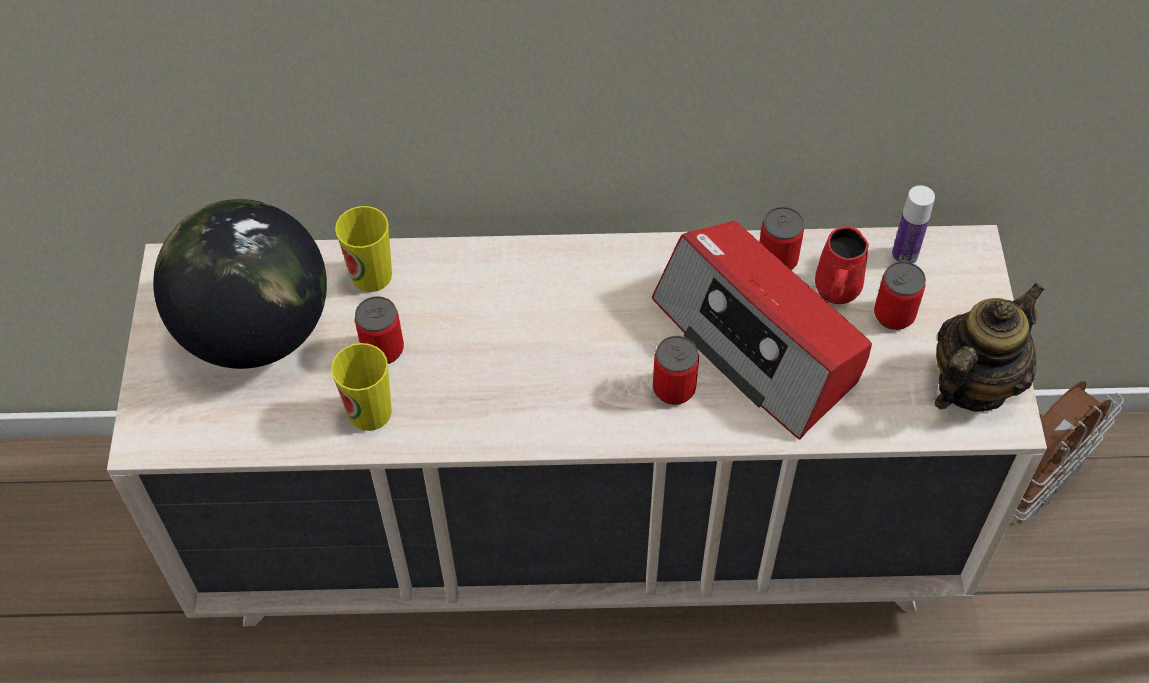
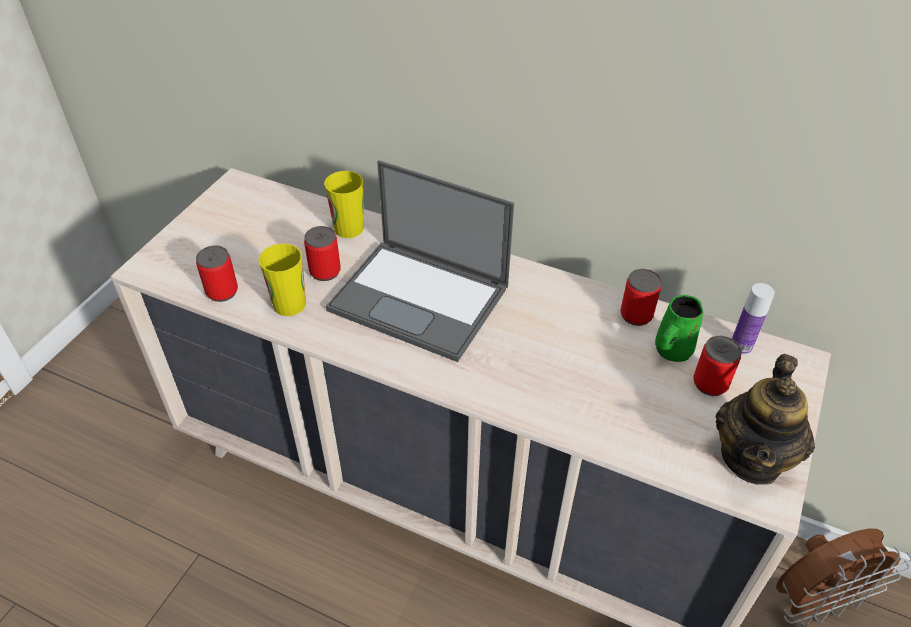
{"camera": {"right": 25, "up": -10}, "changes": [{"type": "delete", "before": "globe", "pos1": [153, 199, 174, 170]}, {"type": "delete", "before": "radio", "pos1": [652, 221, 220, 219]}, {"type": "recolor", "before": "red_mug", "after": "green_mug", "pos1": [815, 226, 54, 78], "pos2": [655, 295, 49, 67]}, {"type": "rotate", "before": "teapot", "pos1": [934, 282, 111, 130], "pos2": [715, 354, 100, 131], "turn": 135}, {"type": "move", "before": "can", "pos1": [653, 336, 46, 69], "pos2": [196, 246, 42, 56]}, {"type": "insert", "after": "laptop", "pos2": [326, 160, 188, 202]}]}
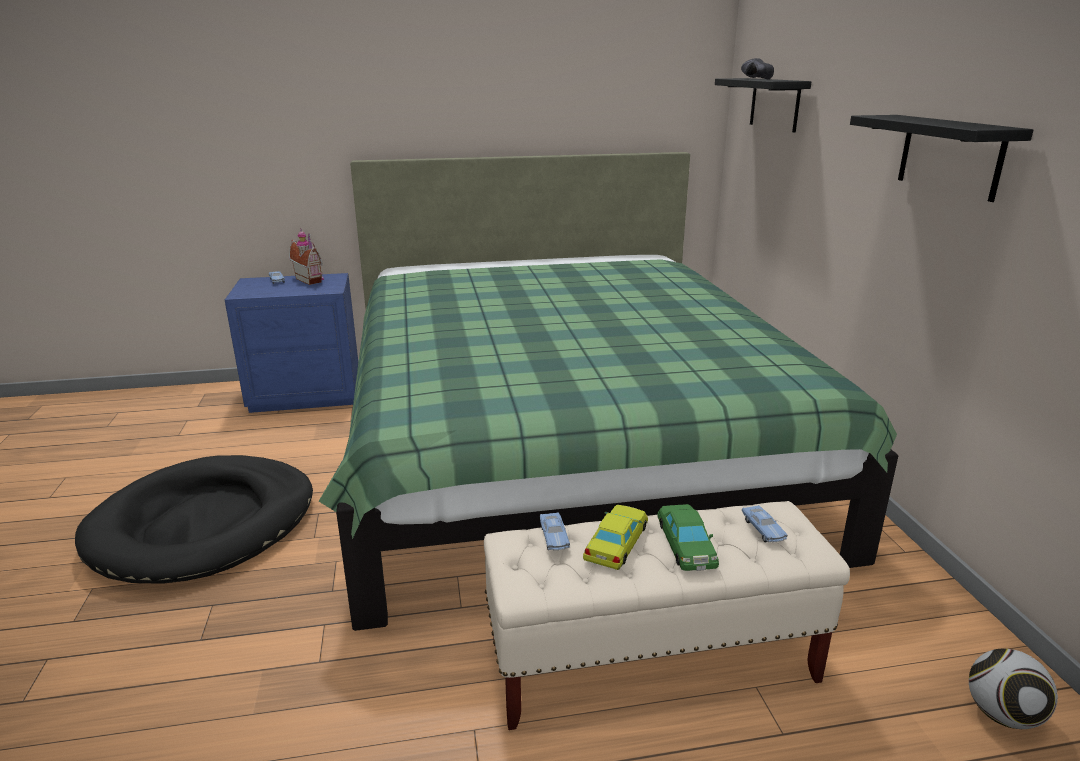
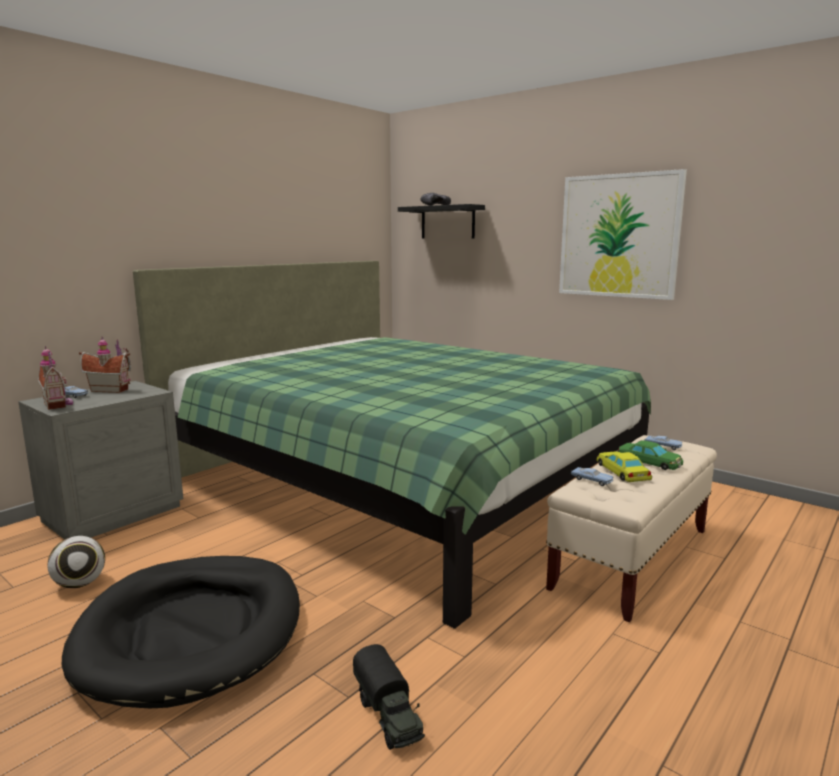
{"camera": {"right": -40, "up": -10}, "changes": [{"type": "replace", "before": "black_shelf", "after": "picture", "pos1": [850, 115, 183, 87], "pos2": [559, 169, 128, 131]}, {"type": "recolor", "before": "blue_nightstand", "after": "grey_nightstand", "pos1": [225, 273, 133, 140], "pos2": [18, 381, 165, 159]}, {"type": "move", "before": "football", "pos1": [969, 648, 89, 81], "pos2": [47, 536, 58, 52]}, {"type": "insert", "after": "toy_house", "pos2": [38, 346, 35, 64]}, {"type": "insert", "after": "toy_truck", "pos2": [353, 644, 72, 106]}]}
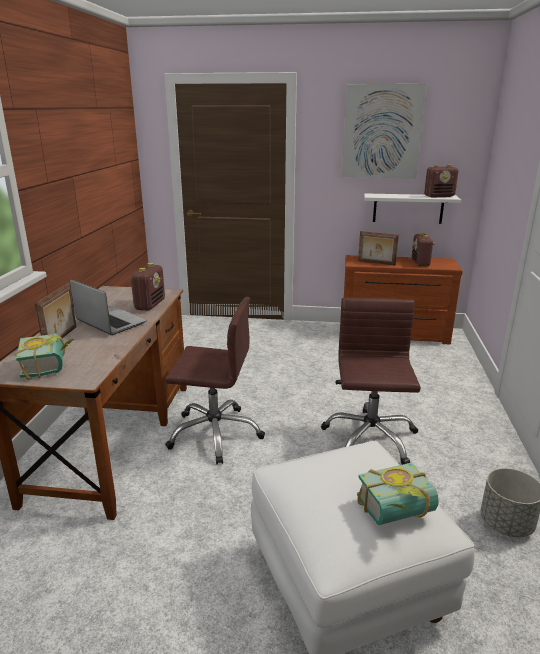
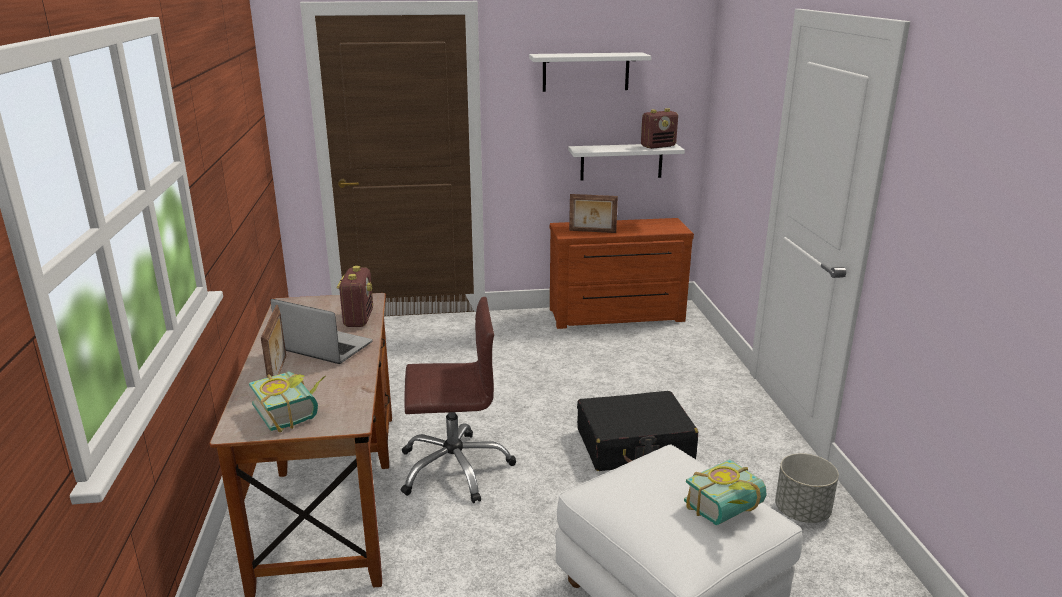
{"camera": {"right": -15, "up": 0}, "changes": [{"type": "replace", "before": "picture", "after": "white_shelf", "pos1": [342, 84, 84, 94], "pos2": [529, 52, 122, 40]}, {"type": "delete", "before": "radio", "pos1": [412, 232, 23, 34]}, {"type": "replace", "before": "brown_office_chair", "after": "black_suitcase", "pos1": [321, 298, 100, 167], "pos2": [577, 391, 121, 80]}]}
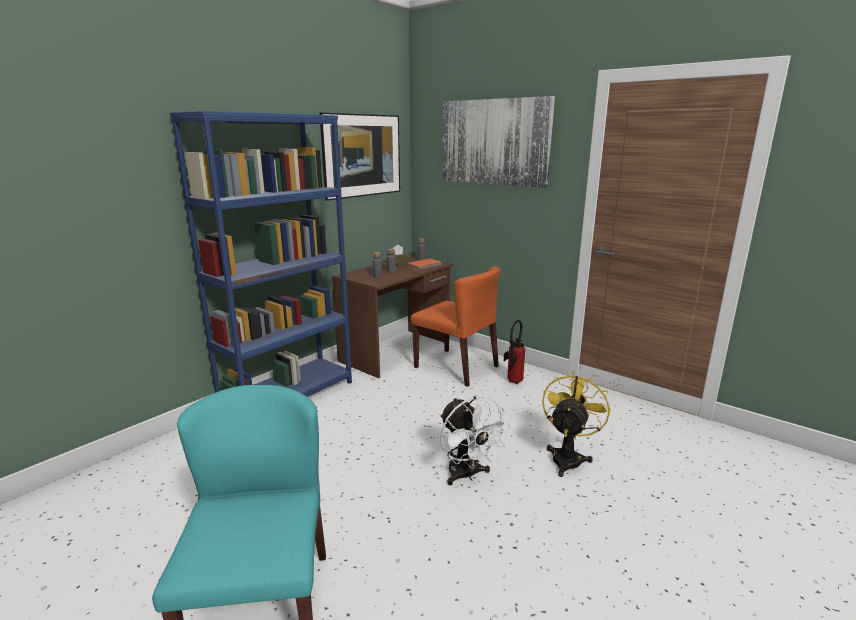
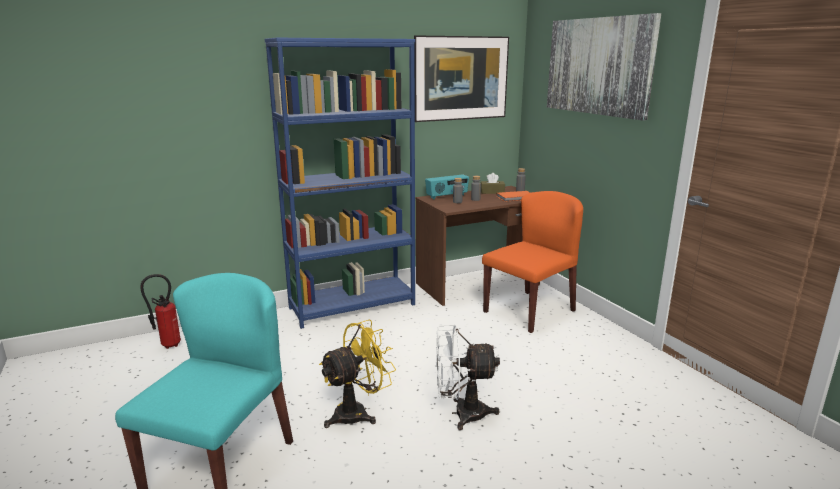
{"camera": {"right": 25, "up": 0}, "changes": [{"type": "rotate", "before": "orange_chair", "pos1": [411, 266, 89, 121], "pos2": [482, 191, 101, 142], "turn": -105}, {"type": "move", "before": "fire_extinguisher", "pos1": [504, 320, 21, 64], "pos2": [140, 274, 41, 75]}, {"type": "move", "before": "yellow_fan", "pos1": [542, 371, 69, 106], "pos2": [319, 319, 77, 109]}, {"type": "rotate", "before": "white_fan", "pos1": [440, 396, 71, 89], "pos2": [436, 325, 64, 105], "turn": 90}, {"type": "insert", "after": "radio", "pos2": [425, 174, 44, 25]}]}
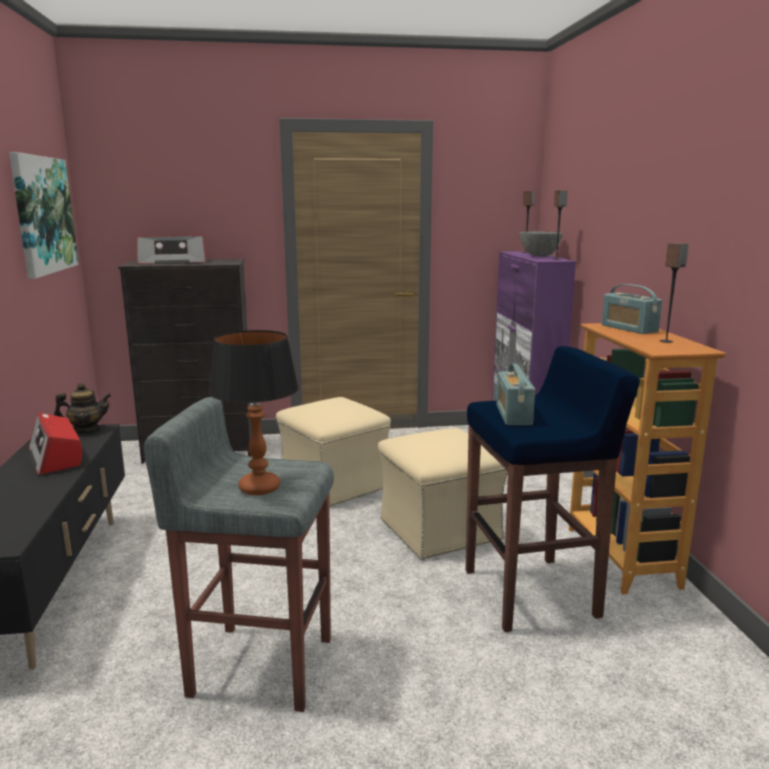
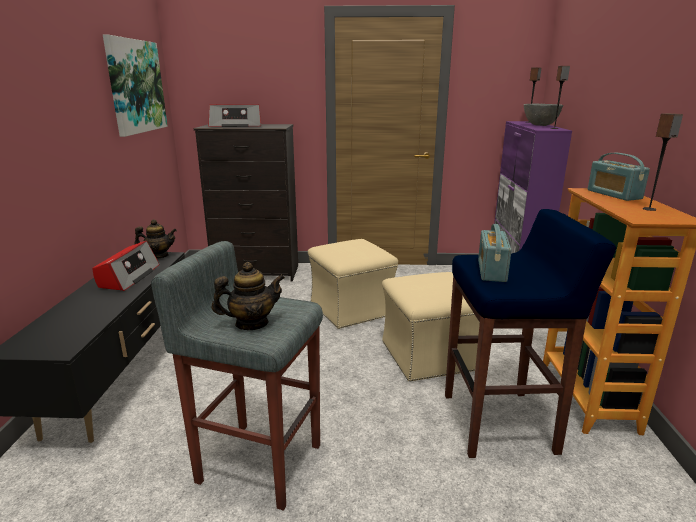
{"camera": {"right": 10, "up": 5}, "changes": [{"type": "replace", "before": "table_lamp", "after": "teapot", "pos1": [209, 330, 90, 165], "pos2": [212, 262, 73, 68]}, {"type": "rotate", "before": "radio", "pos1": [29, 413, 53, 62], "pos2": [92, 241, 68, 50], "turn": -150}]}
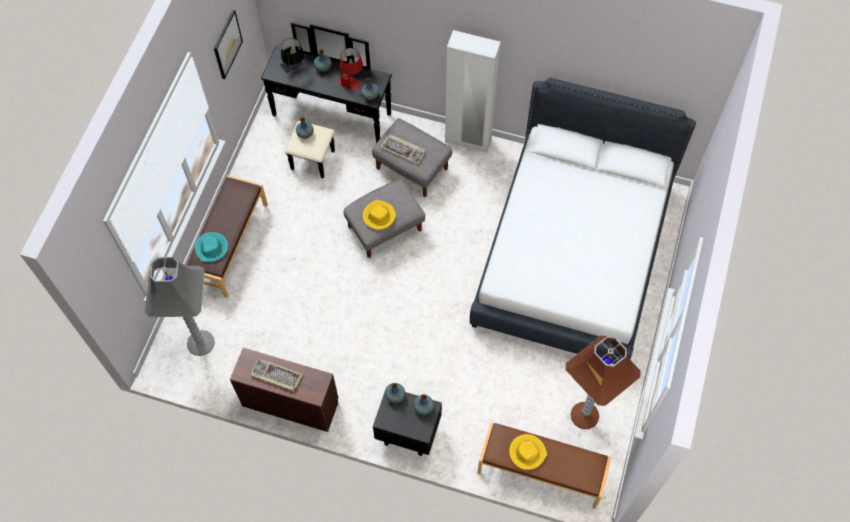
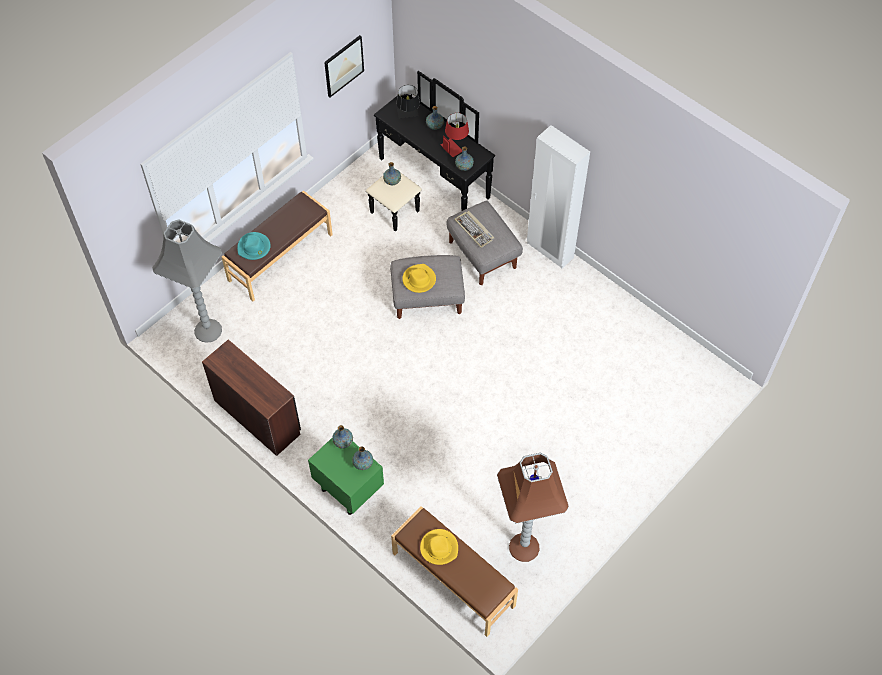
{"camera": {"right": 25, "up": -5}, "changes": [{"type": "delete", "before": "white_bed", "pos1": [470, 78, 226, 286]}, {"type": "delete", "before": "keyboard", "pos1": [251, 359, 51, 32]}, {"type": "recolor", "before": "black_nightstand", "after": "green_nightstand", "pos1": [373, 387, 69, 69], "pos2": [308, 438, 76, 77]}]}
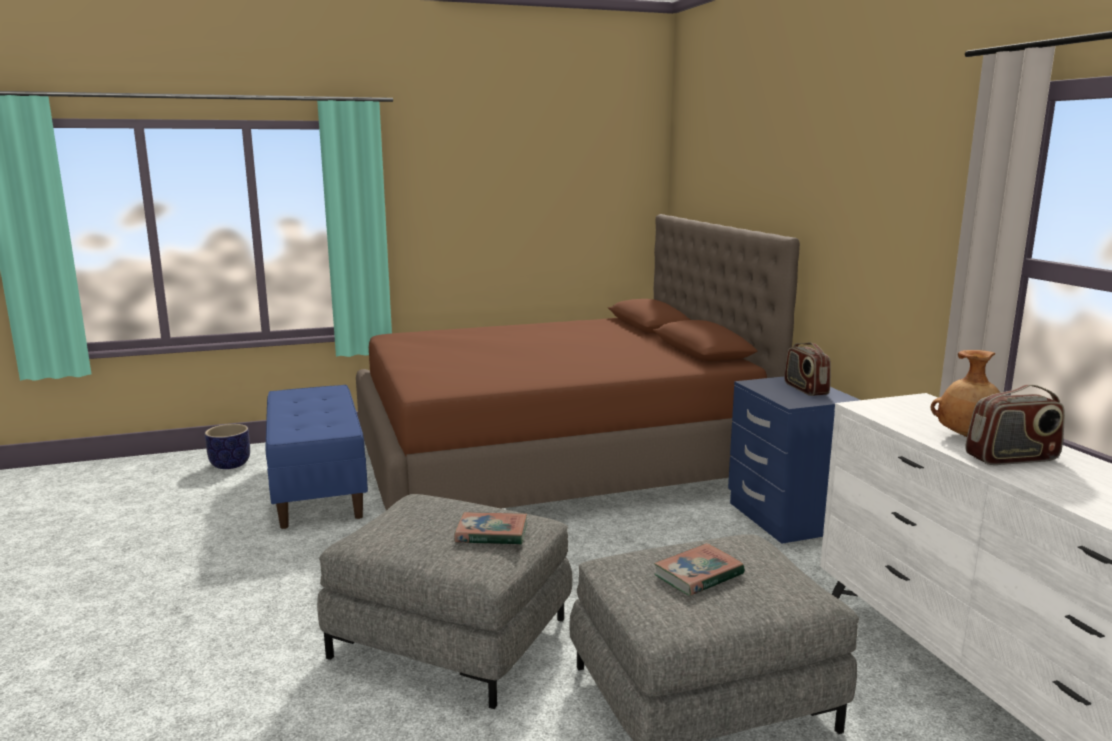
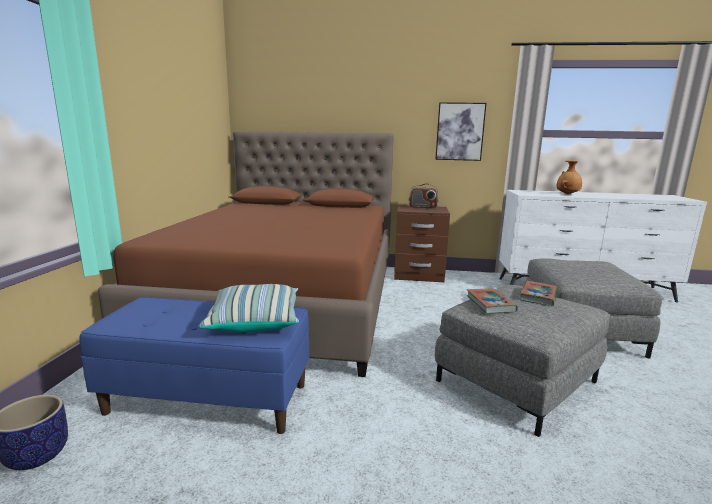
{"camera": {"right": -65, "up": 0}, "changes": [{"type": "recolor", "before": "blue_nightstand", "after": "brown_nightstand", "pos1": [728, 377, 132, 167], "pos2": [394, 205, 56, 77]}, {"type": "delete", "before": "radio", "pos1": [966, 385, 99, 80]}, {"type": "move", "before": "book", "pos1": [654, 543, 91, 53], "pos2": [467, 289, 51, 25]}, {"type": "insert", "after": "picture", "pos2": [435, 102, 52, 59]}, {"type": "insert", "after": "pillow", "pos2": [198, 284, 101, 48]}]}
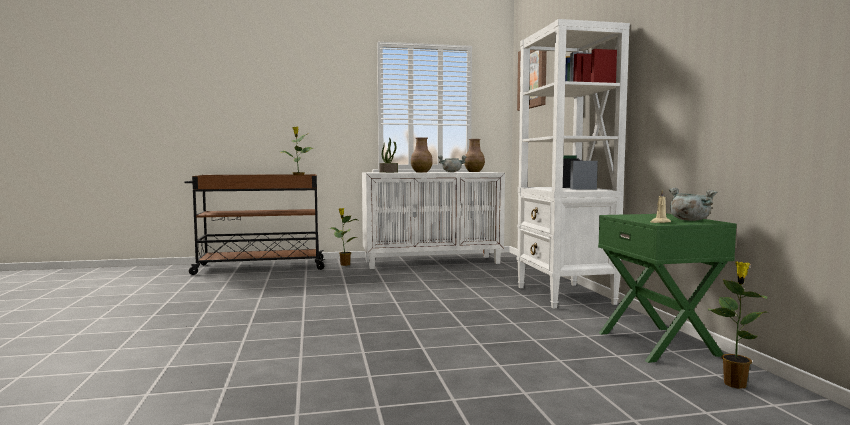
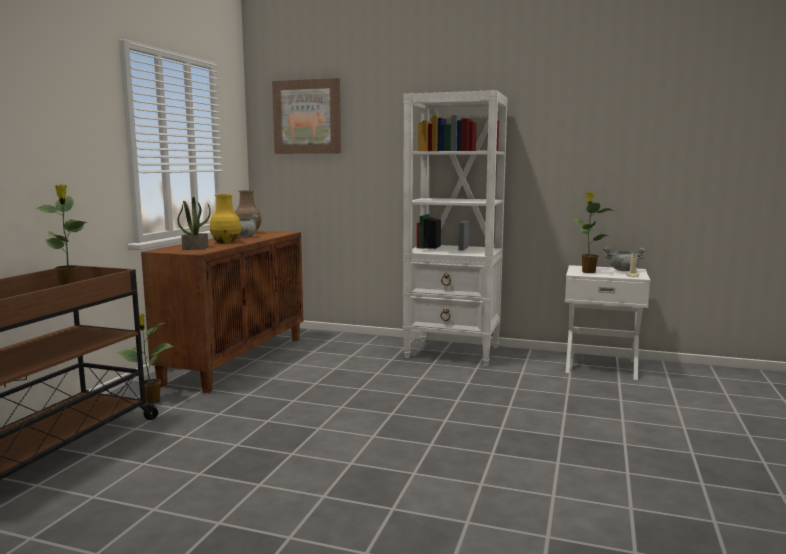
{"camera": {"right": -60, "up": 5}, "changes": [{"type": "recolor", "before": "brown_vase", "after": "yellow_vase", "pos1": [411, 137, 22, 36], "pos2": [210, 194, 31, 50]}, {"type": "recolor", "before": "white_cabinet", "after": "brown_cabinet", "pos1": [362, 172, 143, 97], "pos2": [141, 231, 162, 162]}, {"type": "recolor", "before": "green_nightstand", "after": "white_nightstand", "pos1": [598, 214, 139, 149], "pos2": [565, 265, 85, 115]}, {"type": "move", "before": "potted_plant", "pos1": [708, 262, 60, 127], "pos2": [570, 192, 44, 81]}]}
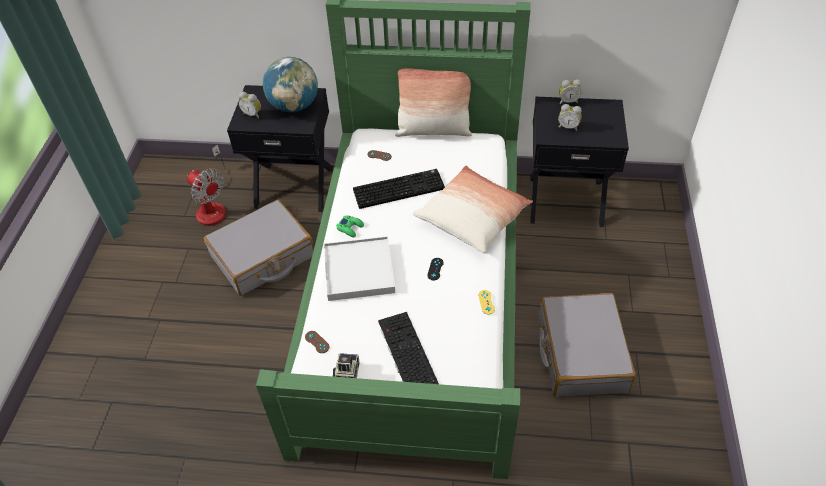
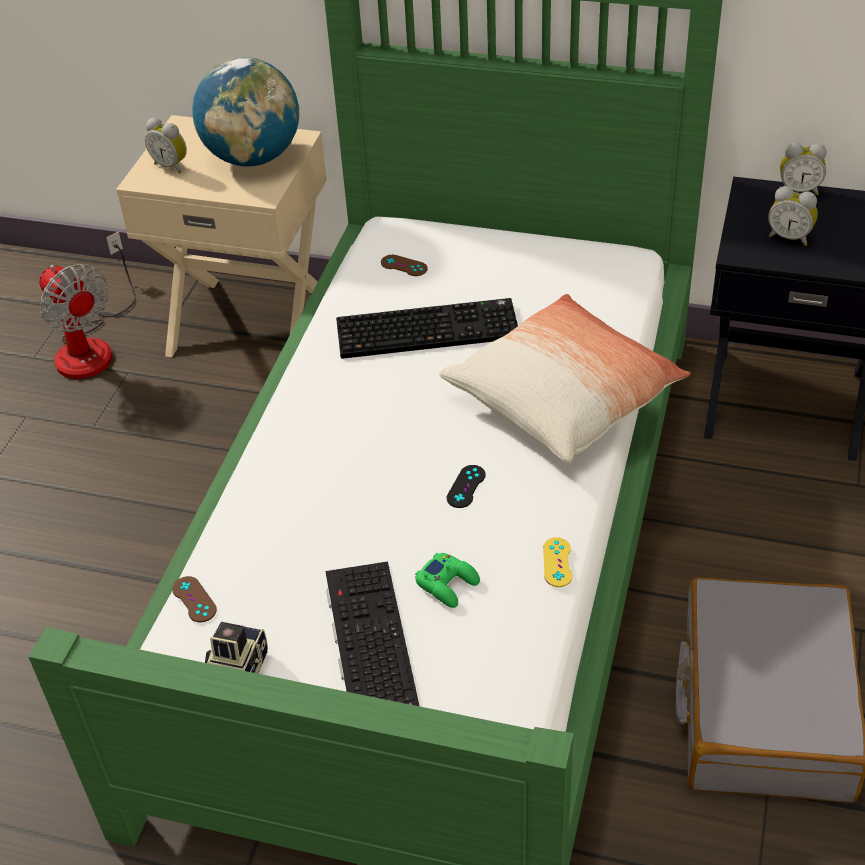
{"camera": {"right": 10, "up": -5}, "changes": [{"type": "delete", "before": "pillow", "pos1": [395, 68, 77, 69]}, {"type": "recolor", "before": "black_nightstand", "after": "beige_nightstand", "pos1": [227, 85, 106, 127], "pos2": [116, 115, 211, 242]}, {"type": "delete", "before": "grey_suitcase", "pos1": [204, 200, 110, 96]}, {"type": "move", "before": "green_game_controller", "pos1": [336, 215, 28, 22], "pos2": [415, 553, 65, 55]}, {"type": "delete", "before": "white_tray", "pos1": [324, 236, 71, 65]}]}
